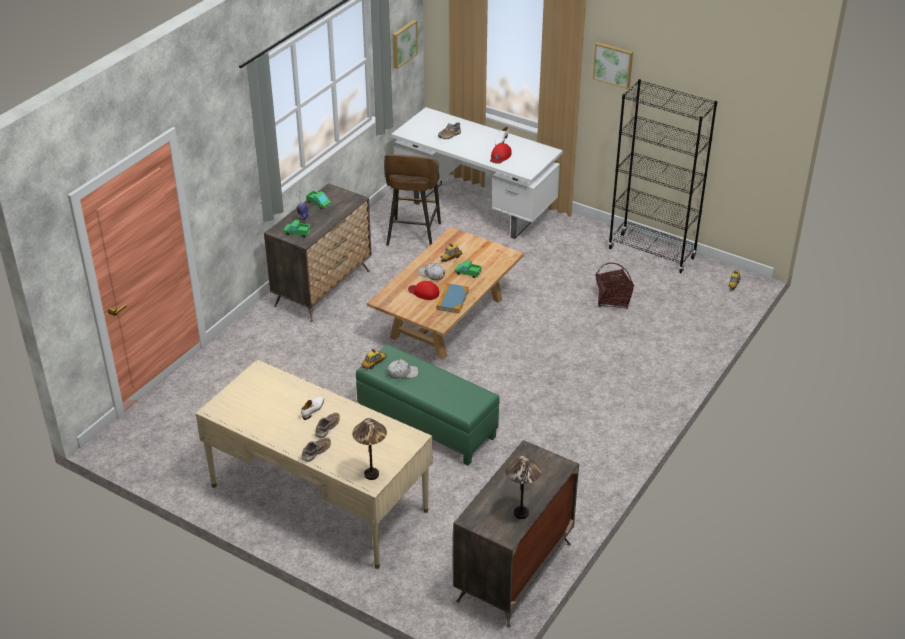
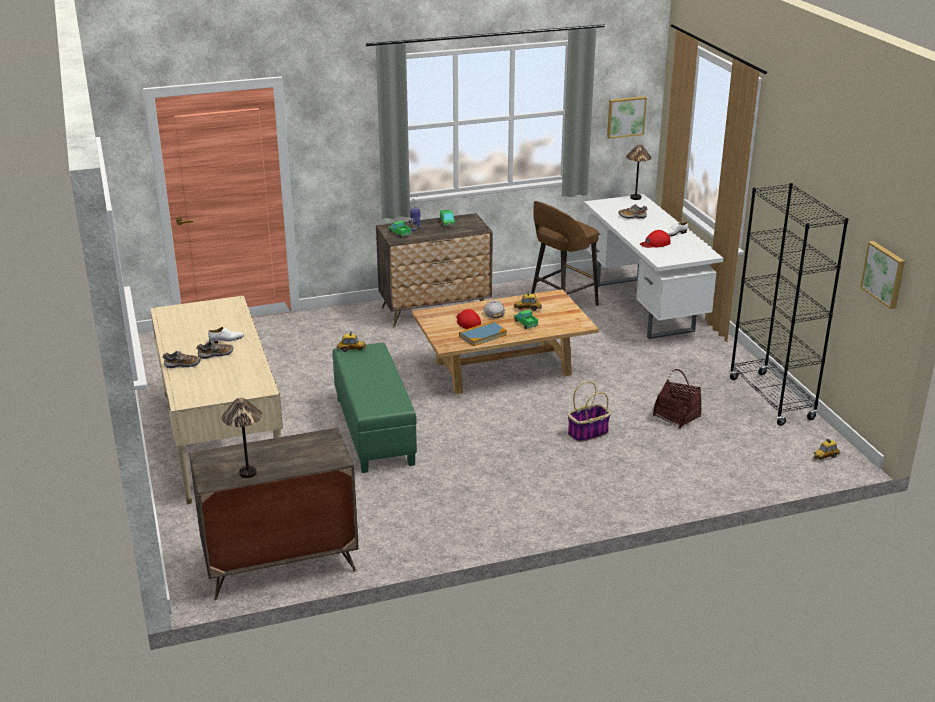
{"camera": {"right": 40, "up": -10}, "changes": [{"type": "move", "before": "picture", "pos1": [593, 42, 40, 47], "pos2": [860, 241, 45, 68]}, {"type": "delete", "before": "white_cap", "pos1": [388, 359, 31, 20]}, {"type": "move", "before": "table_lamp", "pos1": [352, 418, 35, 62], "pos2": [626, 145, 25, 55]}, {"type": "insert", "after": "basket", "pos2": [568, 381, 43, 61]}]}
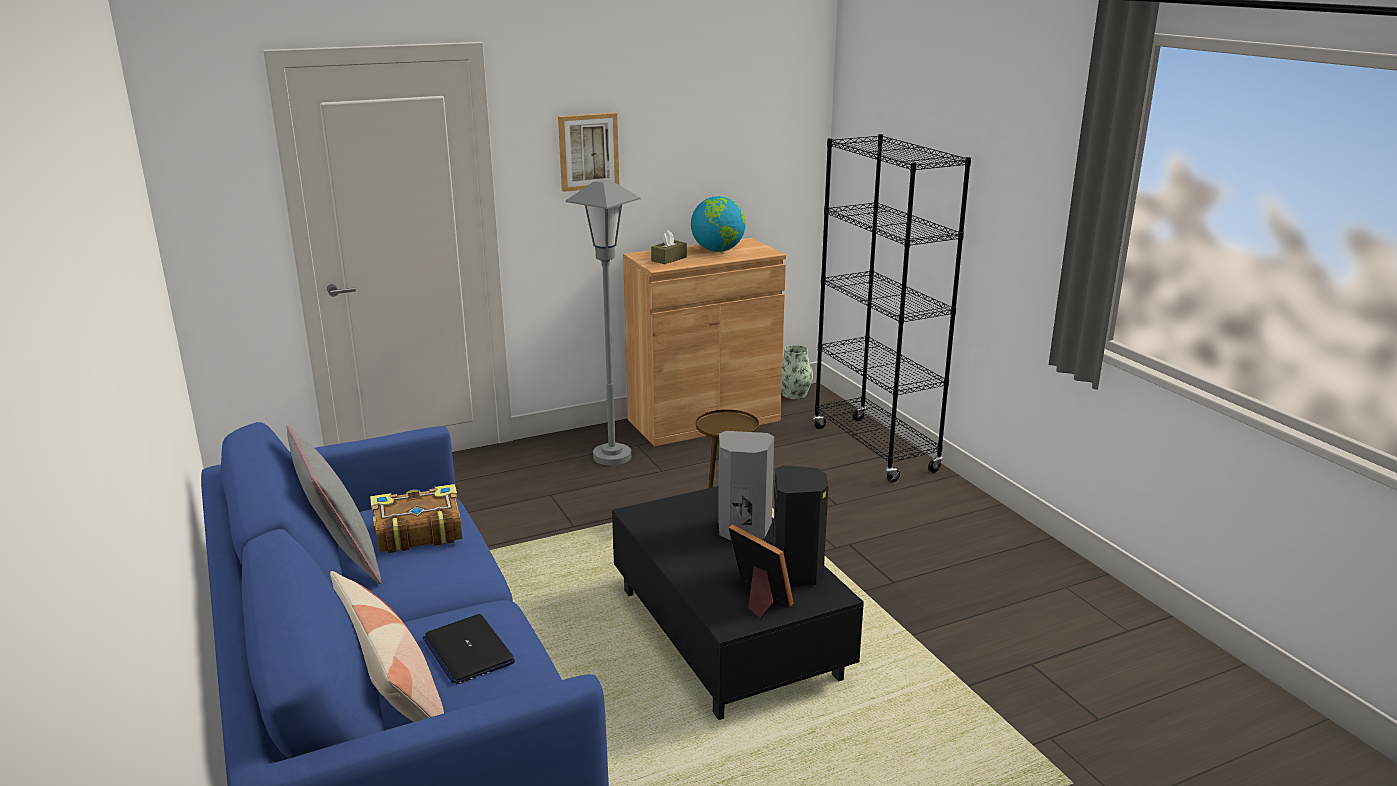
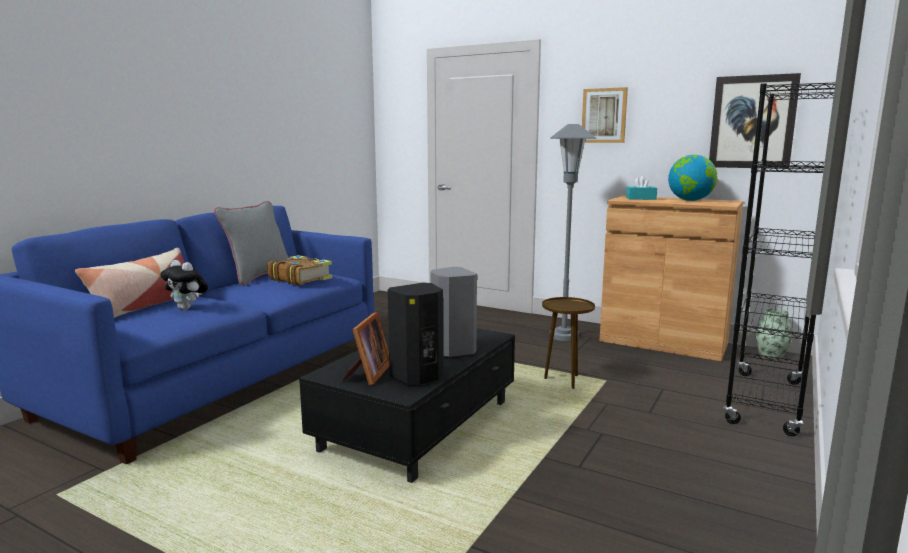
{"camera": {"right": 55, "up": -10}, "changes": [{"type": "recolor", "before": "brown_tissue_box", "after": "turquoise_tissue_box", "pos1": [651, 230, 36, 34], "pos2": [626, 175, 31, 25]}, {"type": "replace", "before": "laptop", "after": "plush_toy", "pos1": [422, 614, 93, 70], "pos2": [160, 260, 48, 50]}, {"type": "insert", "after": "picture", "pos2": [709, 73, 92, 96]}]}
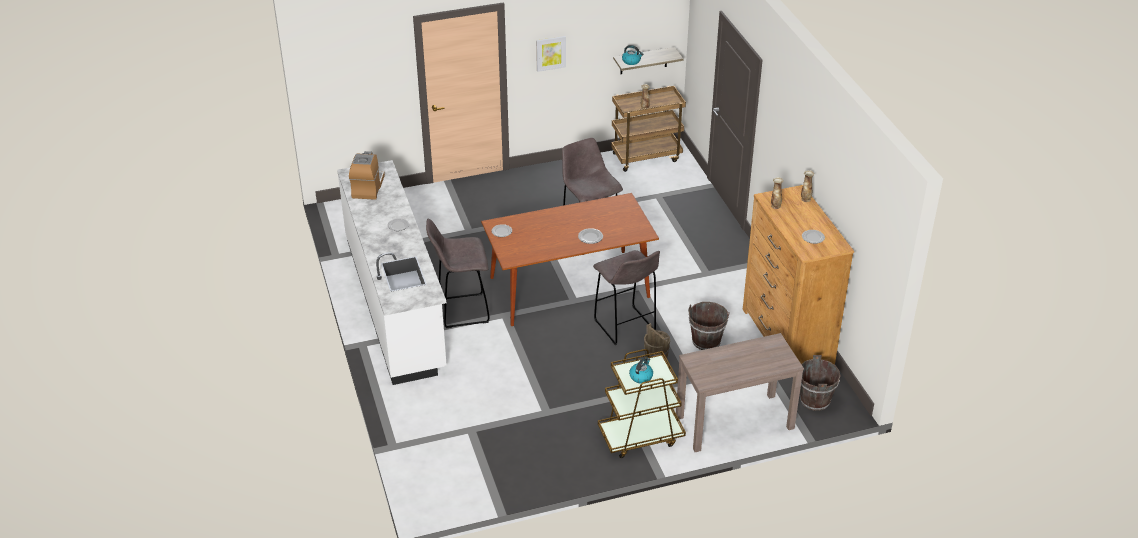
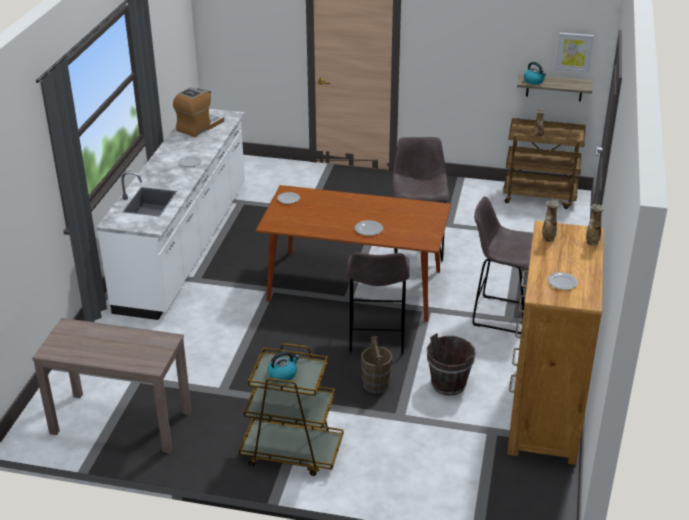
{"camera": {"right": 30, "up": -5}, "changes": [{"type": "move", "before": "picture", "pos1": [536, 36, 30, 36], "pos2": [555, 33, 39, 39]}, {"type": "move", "before": "grey_stool", "pos1": [426, 219, 63, 109], "pos2": [472, 196, 61, 139]}, {"type": "move", "before": "brown_console_table", "pos1": [676, 333, 128, 119], "pos2": [32, 318, 159, 135]}, {"type": "delete", "before": "brown_bucket", "pos1": [800, 355, 40, 56]}]}
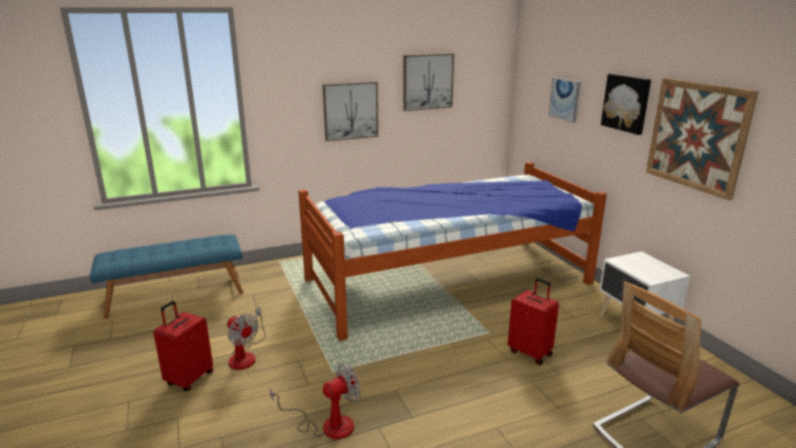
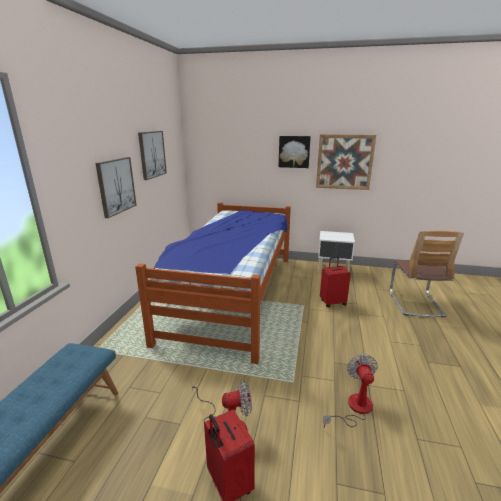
{"camera": {"right": -55, "up": 0}, "changes": [{"type": "delete", "before": "picture", "pos1": [549, 77, 32, 46]}]}
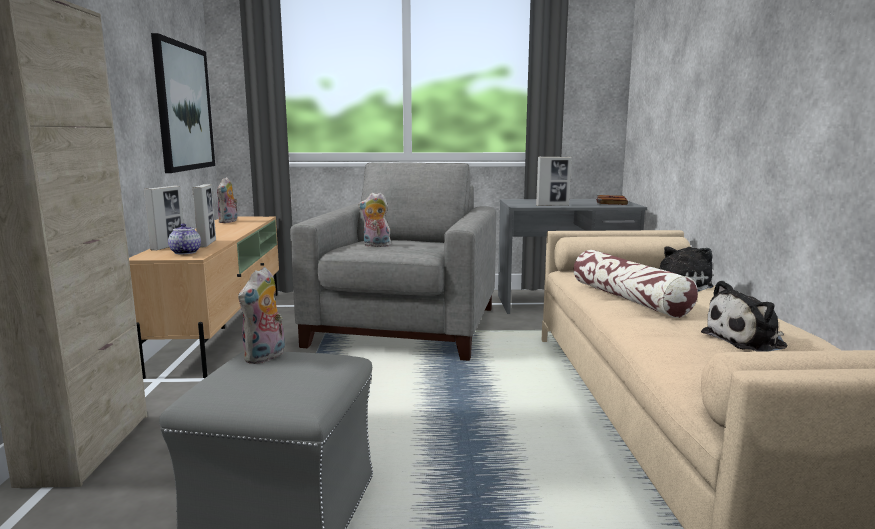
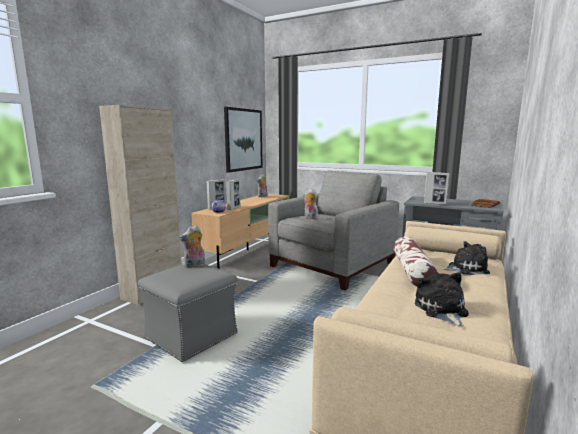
{"camera": {"right": 30, "up": 0}, "changes": [{"type": "rotate", "before": "plush_toy", "pos1": [701, 280, 86, 72], "pos2": [415, 272, 54, 55], "turn": 75}]}
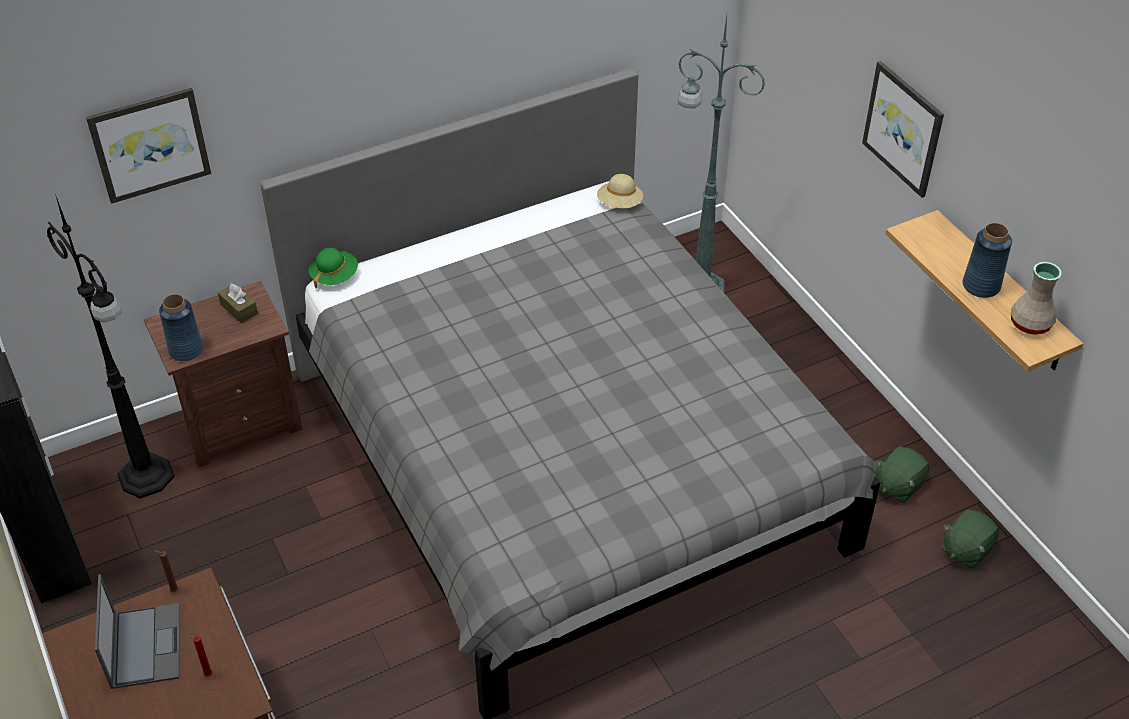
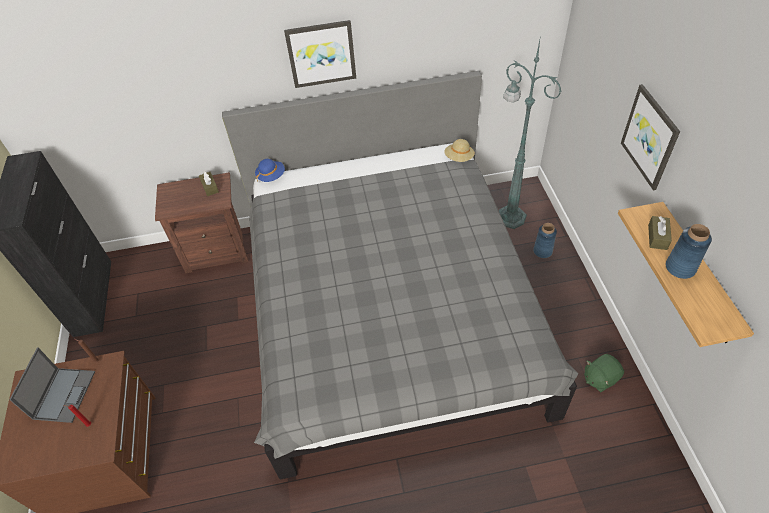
{"camera": {"right": 20, "up": 5}, "changes": [{"type": "move", "before": "picture", "pos1": [86, 88, 125, 116], "pos2": [284, 20, 72, 68]}, {"type": "delete", "before": "black_floor_lamp", "pos1": [47, 194, 128, 305]}, {"type": "recolor", "before": "green_hat", "after": "blue_hat", "pos1": [308, 248, 50, 40], "pos2": [255, 159, 30, 23]}, {"type": "delete", "before": "beige_vase", "pos1": [1011, 262, 51, 73]}, {"type": "move", "before": "blue_vase", "pos1": [159, 294, 44, 67], "pos2": [533, 223, 24, 35]}, {"type": "delete", "before": "green_plush_toy", "pos1": [942, 509, 57, 60]}, {"type": "insert", "after": "brown_tissue_box", "pos2": [648, 216, 24, 34]}]}
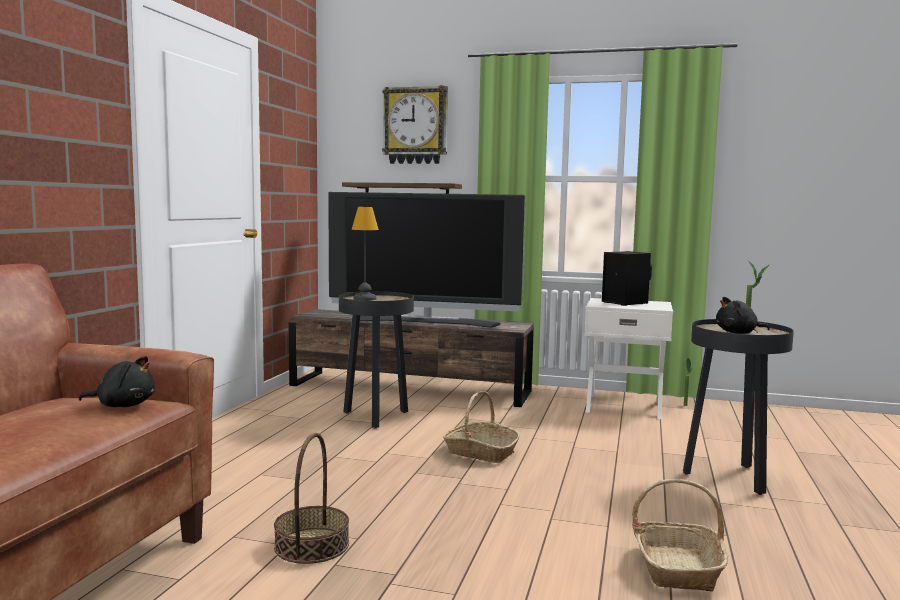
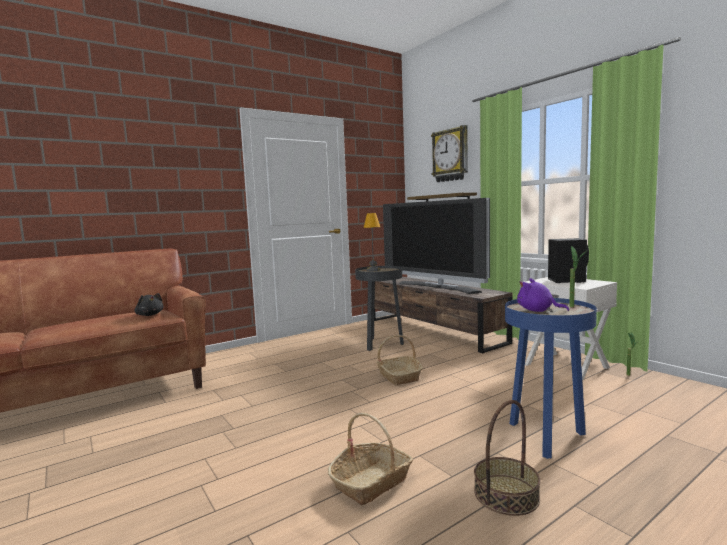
{"camera": {"right": 40, "up": 0}, "changes": [{"type": "recolor", "before": "black_plush_toy", "after": "purple_plush_toy", "pos1": [716, 297, 54, 37], "pos2": [517, 278, 52, 34]}, {"type": "recolor", "before": "black_side_table", "after": "blue_side_table", "pos1": [683, 319, 111, 176], "pos2": [505, 298, 92, 161]}, {"type": "move", "before": "basket", "pos1": [274, 433, 75, 131], "pos2": [474, 400, 66, 116]}]}
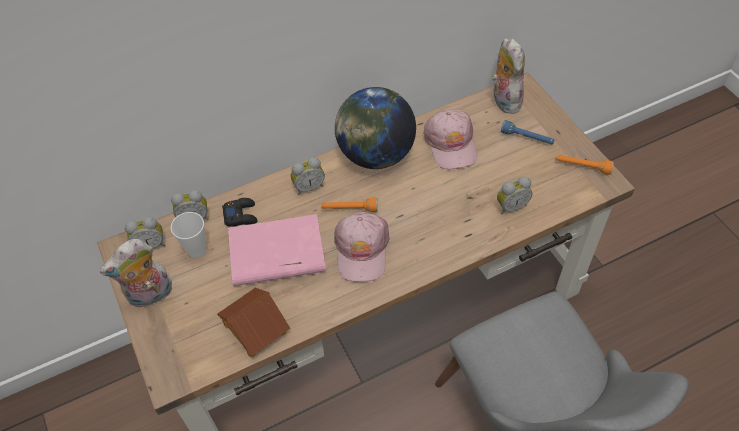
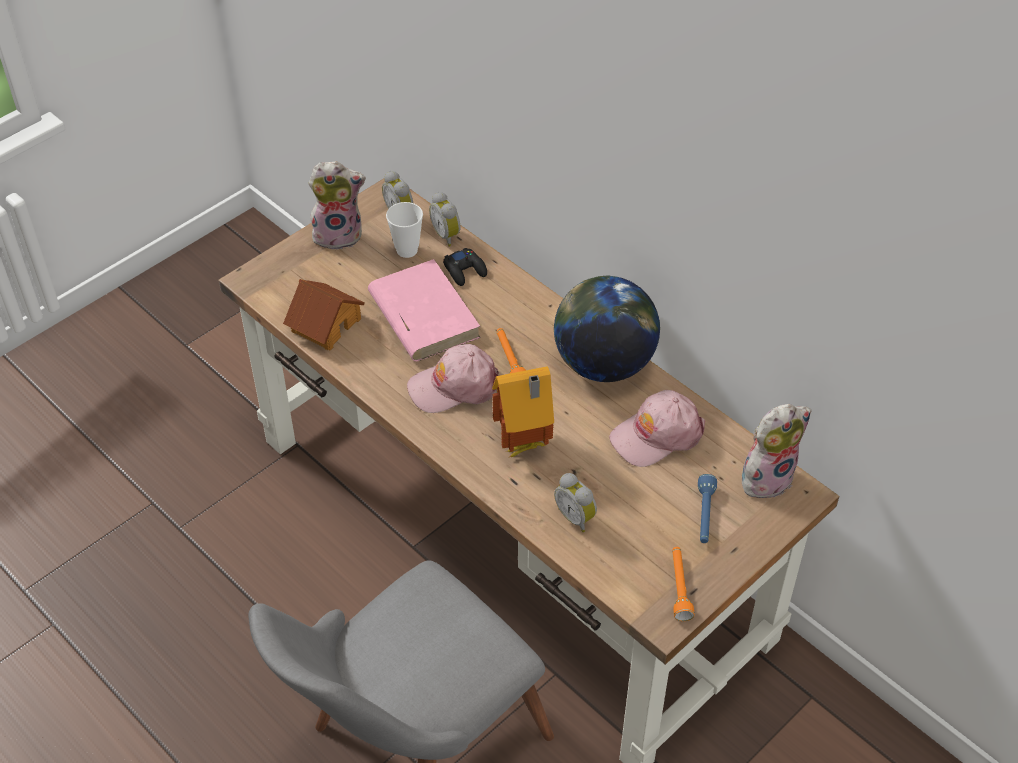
{"camera": {"right": 70, "up": -5}, "changes": [{"type": "delete", "before": "alarm_clock", "pos1": [291, 157, 34, 38]}, {"type": "rotate", "before": "plush_toy", "pos1": [100, 239, 72, 70], "pos2": [309, 161, 57, 89], "turn": 135}, {"type": "insert", "after": "toy_house", "pos2": [492, 366, 62, 92]}]}
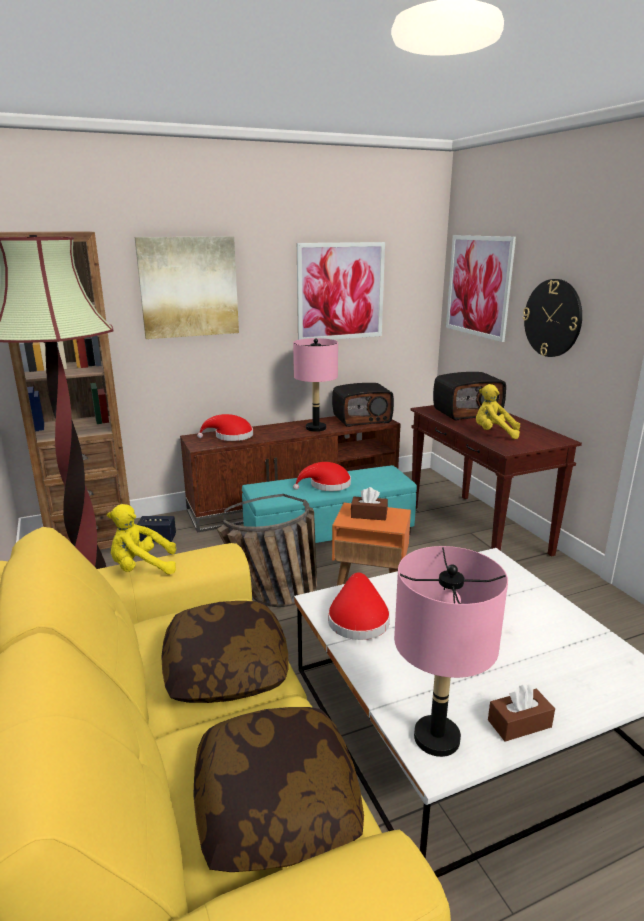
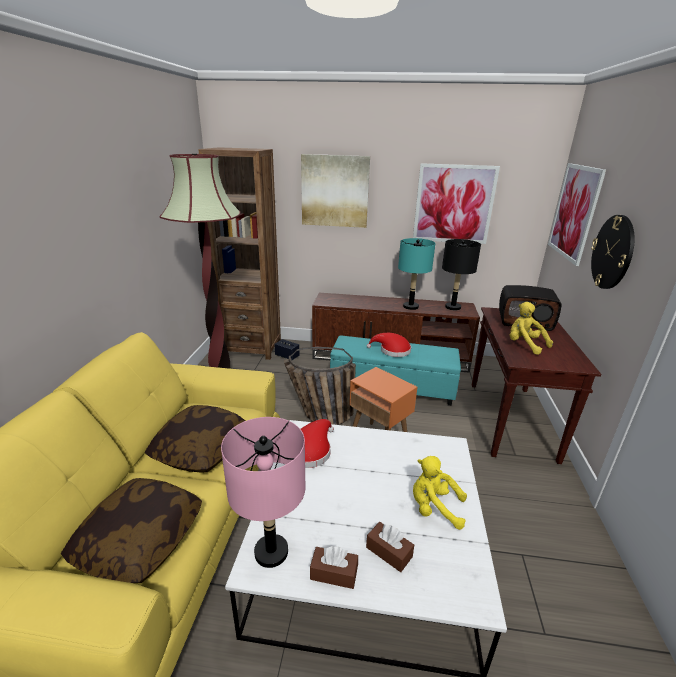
{"camera": {"right": 30, "up": 5}, "changes": [{"type": "recolor", "before": "pink_table_lamp", "after": "turquoise_table_lamp", "pos1": [293, 338, 45, 94], "pos2": [398, 238, 38, 72]}, {"type": "replace", "before": "radio", "after": "black_table_lamp", "pos1": [332, 383, 62, 44], "pos2": [442, 239, 39, 71]}, {"type": "delete", "before": "red_hat", "pos1": [197, 414, 56, 27]}, {"type": "move", "before": "brown_tissue_box", "pos1": [351, 487, 37, 33], "pos2": [366, 522, 48, 50]}, {"type": "move", "before": "yellow_plush_toy", "pos1": [107, 504, 69, 71], "pos2": [413, 456, 54, 74]}]}
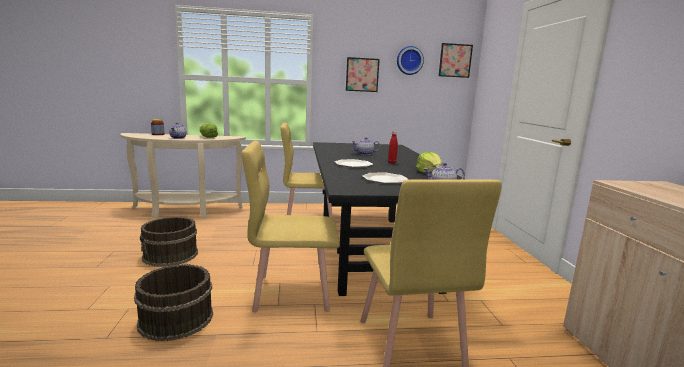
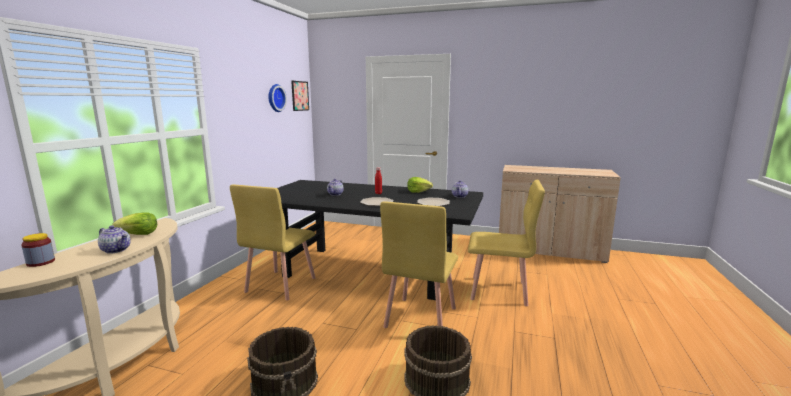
{"camera": {"right": -65, "up": 0}, "changes": [{"type": "delete", "before": "picture", "pos1": [346, 57, 34, 35]}]}
